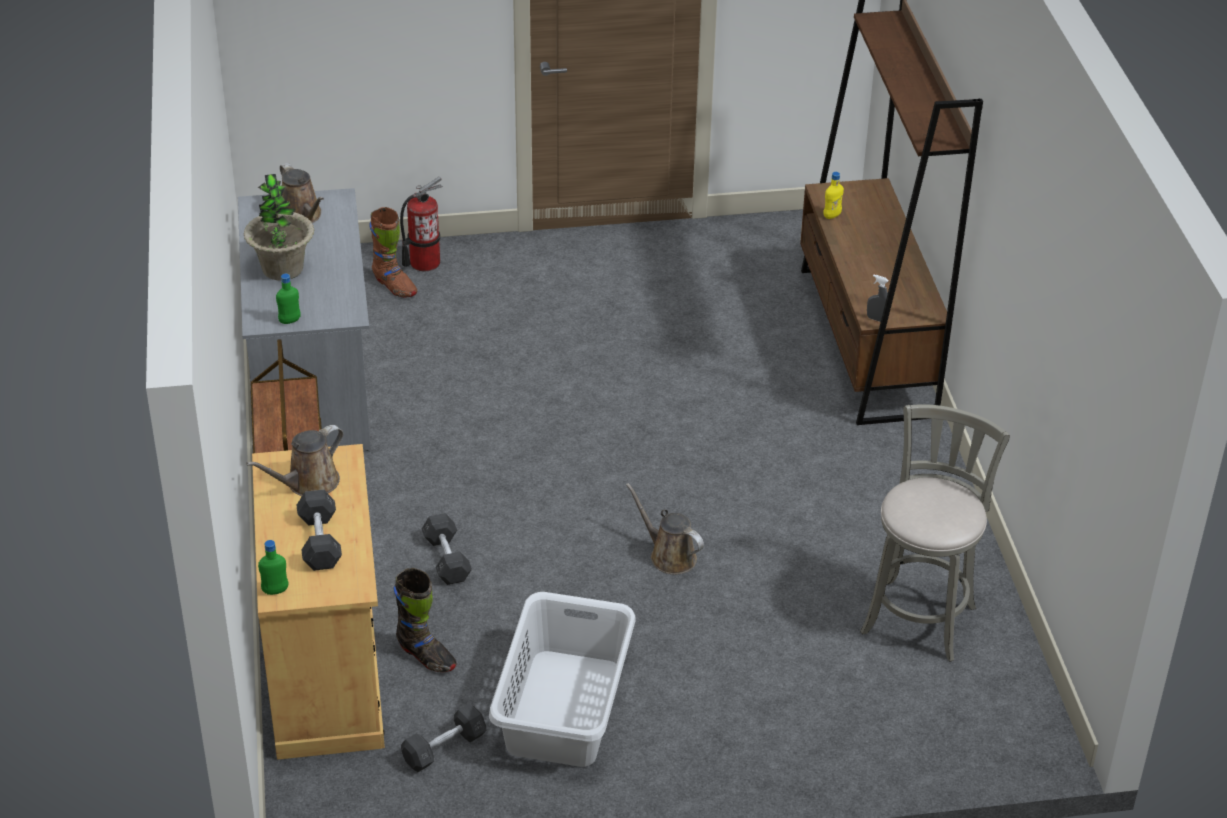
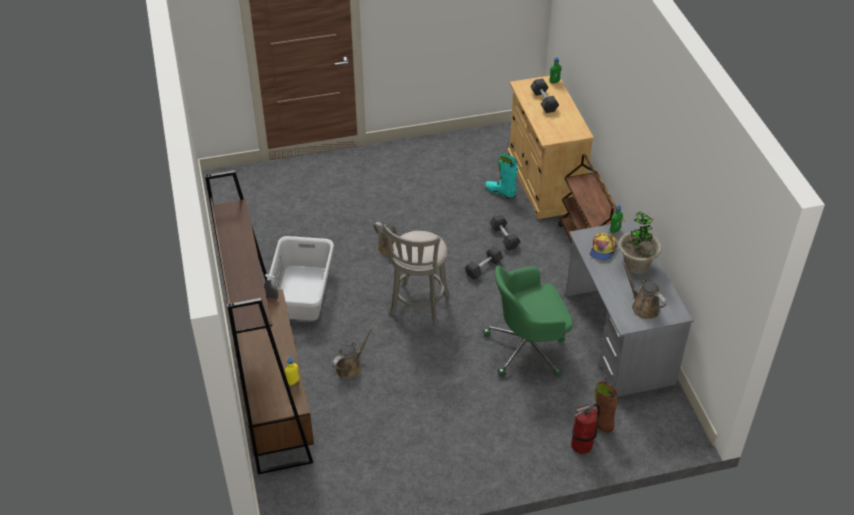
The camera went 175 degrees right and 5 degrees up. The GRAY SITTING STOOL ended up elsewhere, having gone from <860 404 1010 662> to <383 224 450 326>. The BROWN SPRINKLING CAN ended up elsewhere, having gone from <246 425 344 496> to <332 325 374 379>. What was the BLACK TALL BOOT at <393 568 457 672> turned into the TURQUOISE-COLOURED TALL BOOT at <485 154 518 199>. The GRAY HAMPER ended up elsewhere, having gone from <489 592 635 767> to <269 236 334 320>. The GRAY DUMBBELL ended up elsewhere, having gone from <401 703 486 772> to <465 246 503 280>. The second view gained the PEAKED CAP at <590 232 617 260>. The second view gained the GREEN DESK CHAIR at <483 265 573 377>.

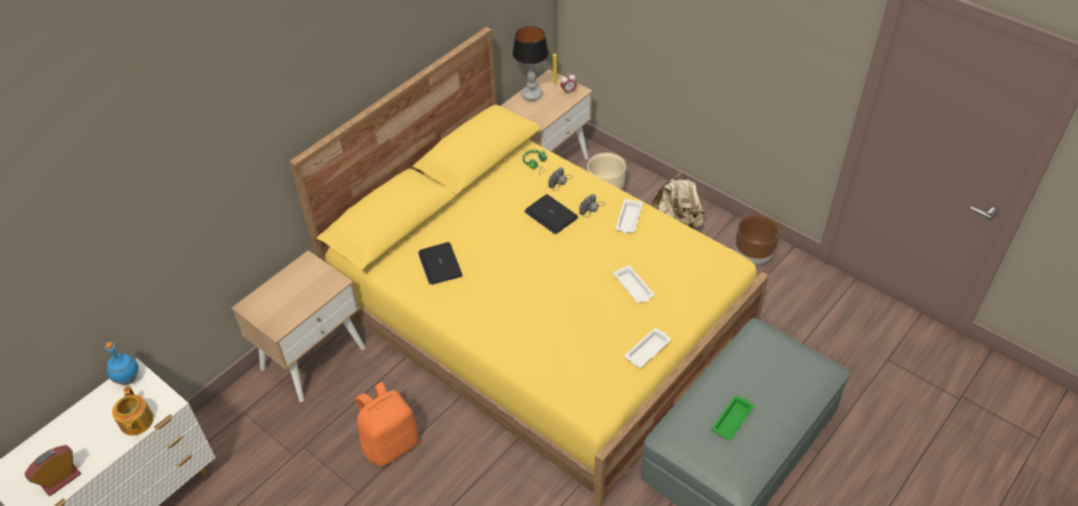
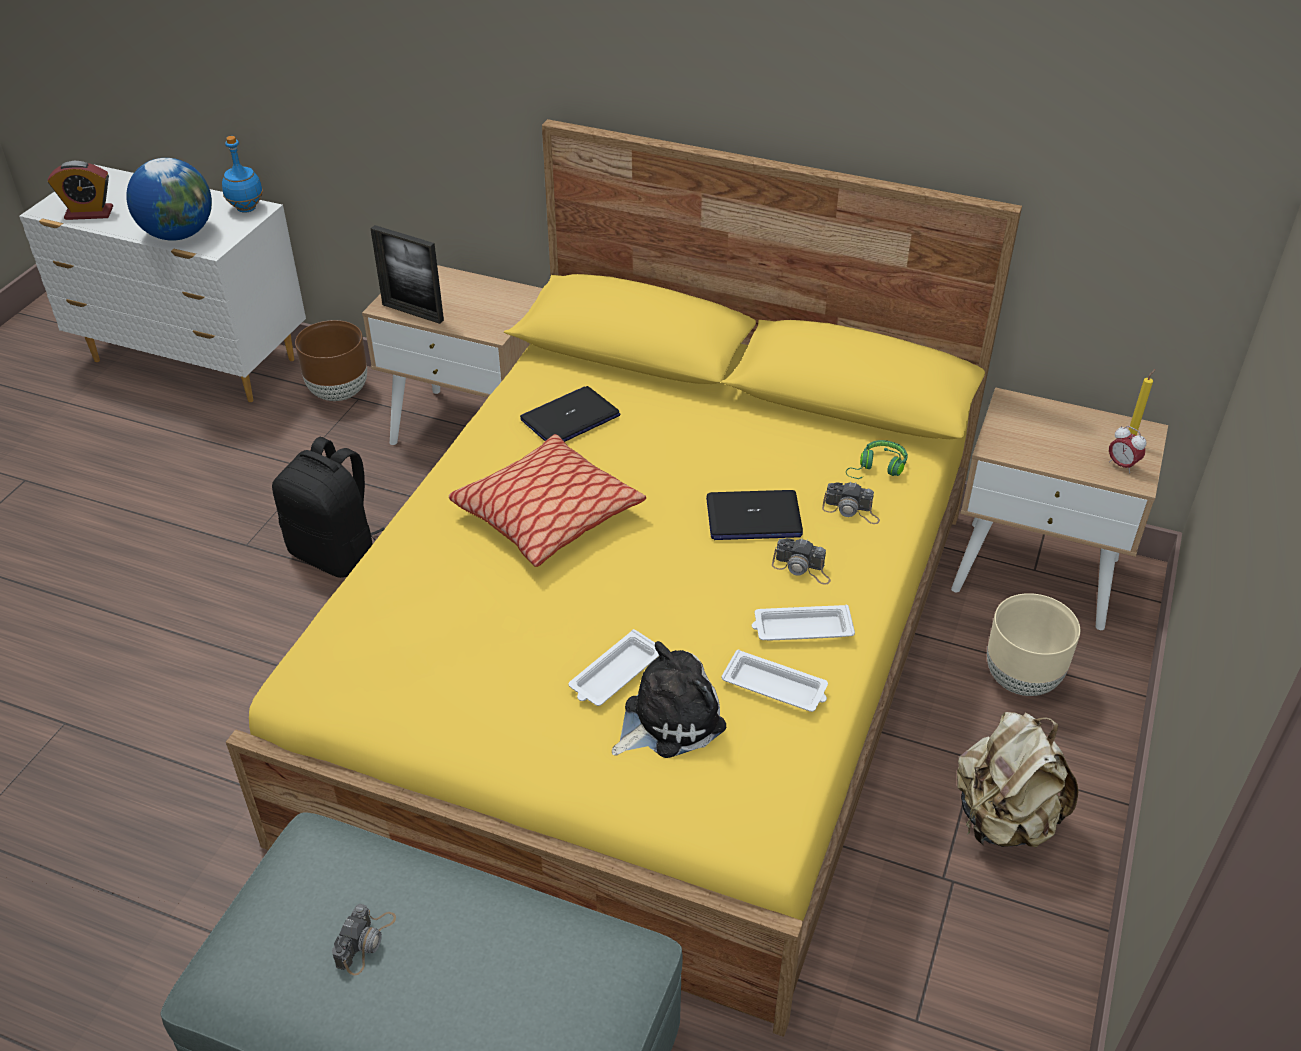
The camera went 70 degrees right and 5 degrees down. The second view lost the LAMP FOR A TABLE at <512 26 549 101>. The PORTABLE COMPUTER at <525 194 578 234> ended up facing another way, 120 degrees counterclockwise from before. The BROWN PLANTER ended up elsewhere, having gone from <735 215 780 265> to <295 320 367 401>. The WHITE SERVING TRAY ended up elsewhere, having gone from <624 328 671 368> to <721 650 828 712>. What was the ORANGEY BACKPACK at <356 382 419 467> turned into the BLACK BACKPACK at <272 437 384 578>. Where the POT FOR TEA stood at <112 386 154 436>, the GLOBE came to stand at <126 158 212 240>. Where the GREEN SERVING TRAY stood at <712 396 754 440>, the STILL CAMERA came to stand at <332 904 396 975>. The ALARM CLOCK at <25 445 81 496> ended up facing another way, 150 degrees clockwise from before. The second view gained the PHOTO FRAME at <370 225 444 324>. The second view gained the CUSHION at <449 434 646 567>. The second view gained the CUDDLY TOY at <612 641 726 758>.

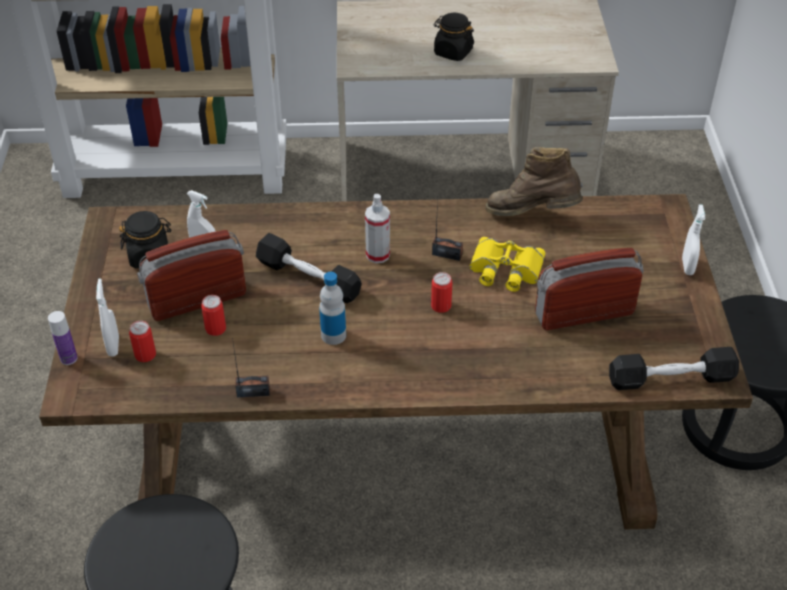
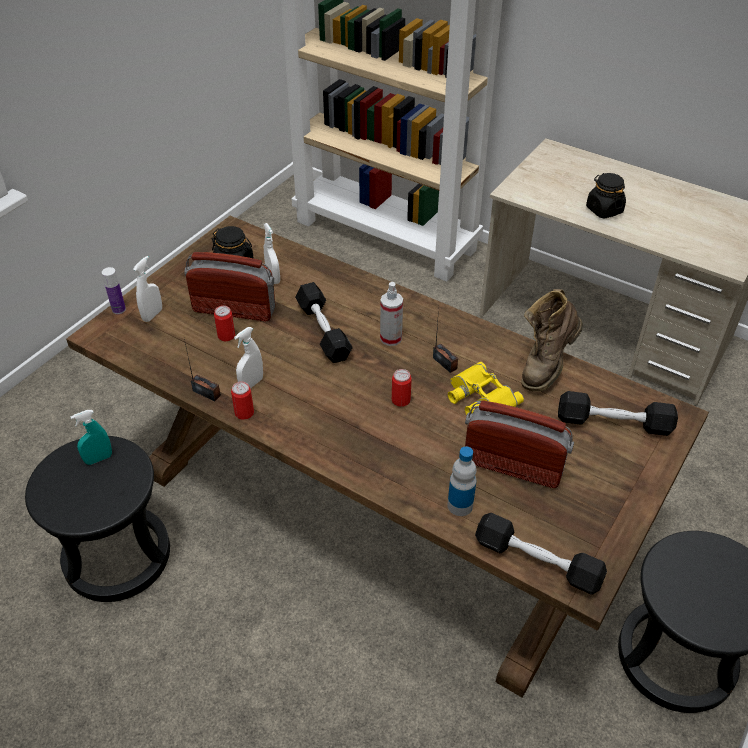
The camera went 35 degrees right and 0 degrees up. The BROWN TALL BOOT at <485 147 583 216> ended up facing another way, 105 degrees counterclockwise from before. The WHITE SPRAY BOTTLE ended up elsewhere, having gone from <682 204 705 275> to <234 327 263 388>. The BOTTLE ended up elsewhere, having gone from <319 272 346 345> to <447 446 477 516>. The CAN ended up elsewhere, having gone from <129 321 156 362> to <231 382 254 420>. The second view gained the BLACK DUMBBELL at <558 391 678 436>. The second view gained the TURQUOISE-COLOURED SPRAY BOTTLE at <70 410 112 465>.

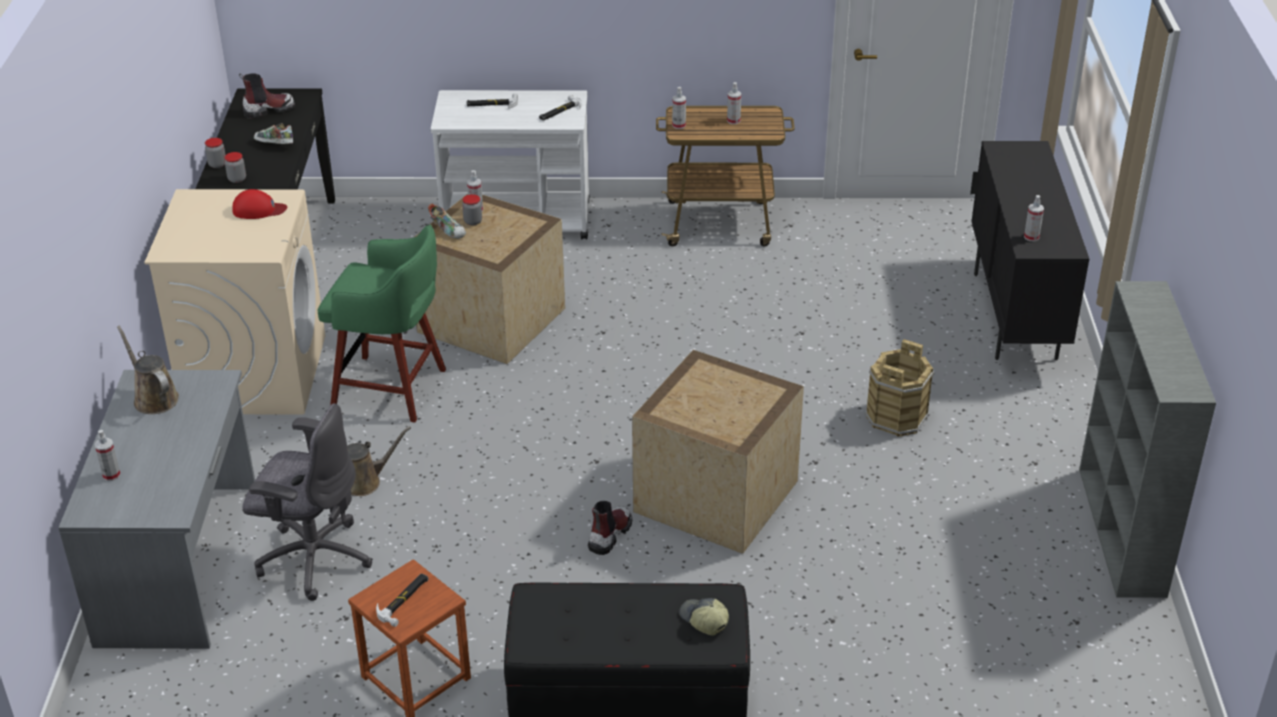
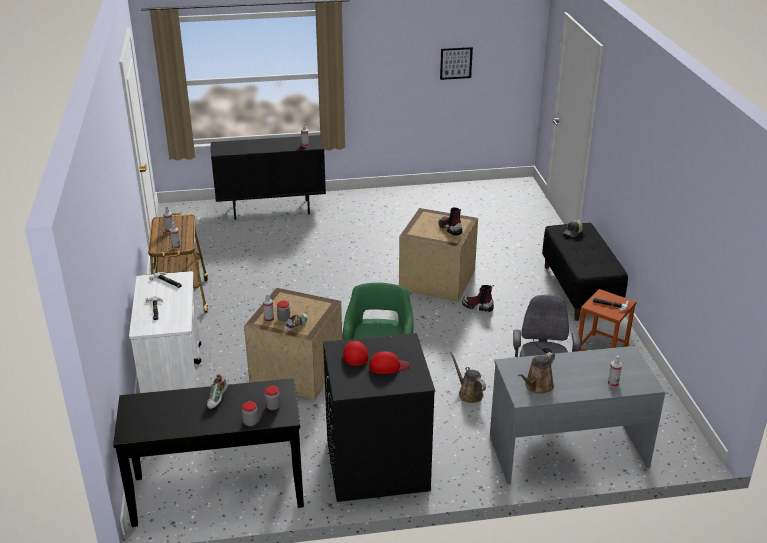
The camera went 100 degrees left and 5 degrees down. The TALL BOOT ended up elsewhere, having gone from <239 73 295 119> to <438 207 463 236>. What was the BEIGE-COLOURED WASHING MACHINE at <144 189 326 415> turned into the BLACK WASHING MACHINE at <323 333 435 502>. The second view lost the GRAY BOOKSHELF at <1079 281 1216 598>. The second view lost the BROWN PAIL at <865 339 934 437>. The second view gained the PICTURE at <440 47 473 80>. The second view gained the RED PEAKED CAP at <369 351 409 374>.

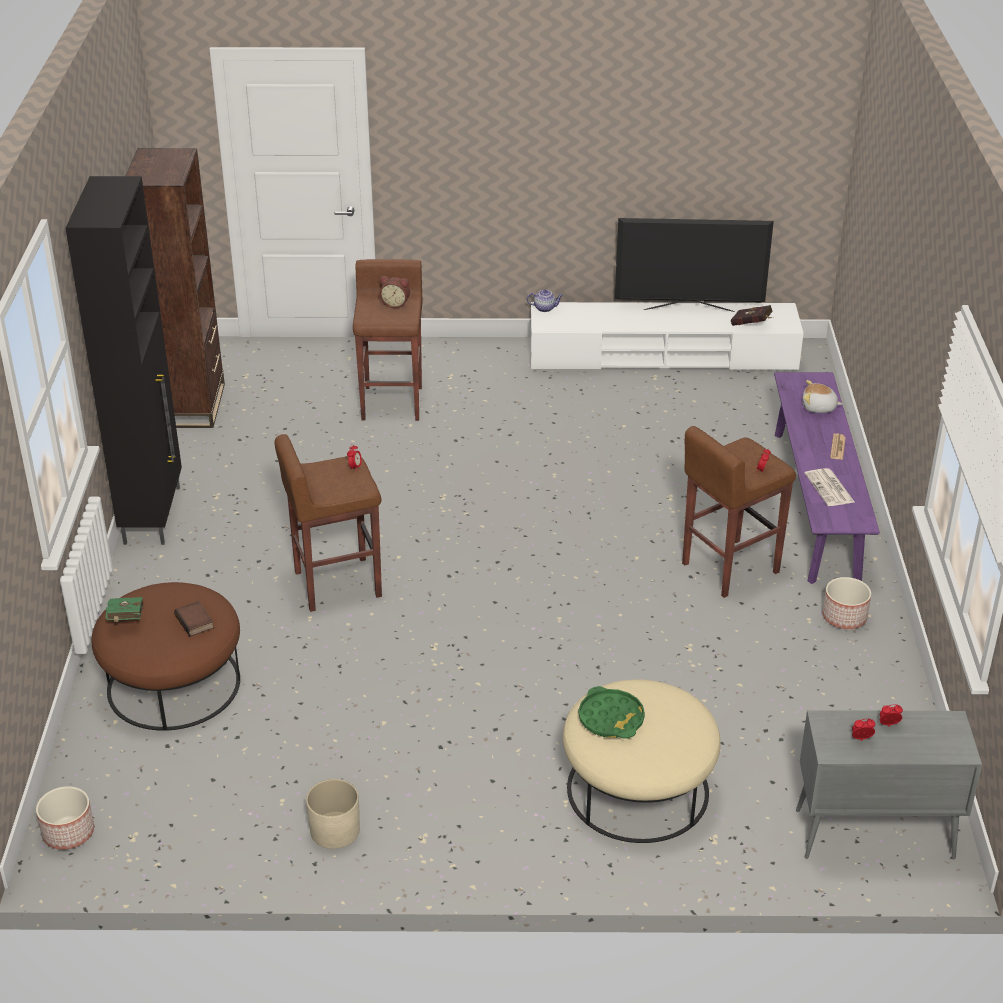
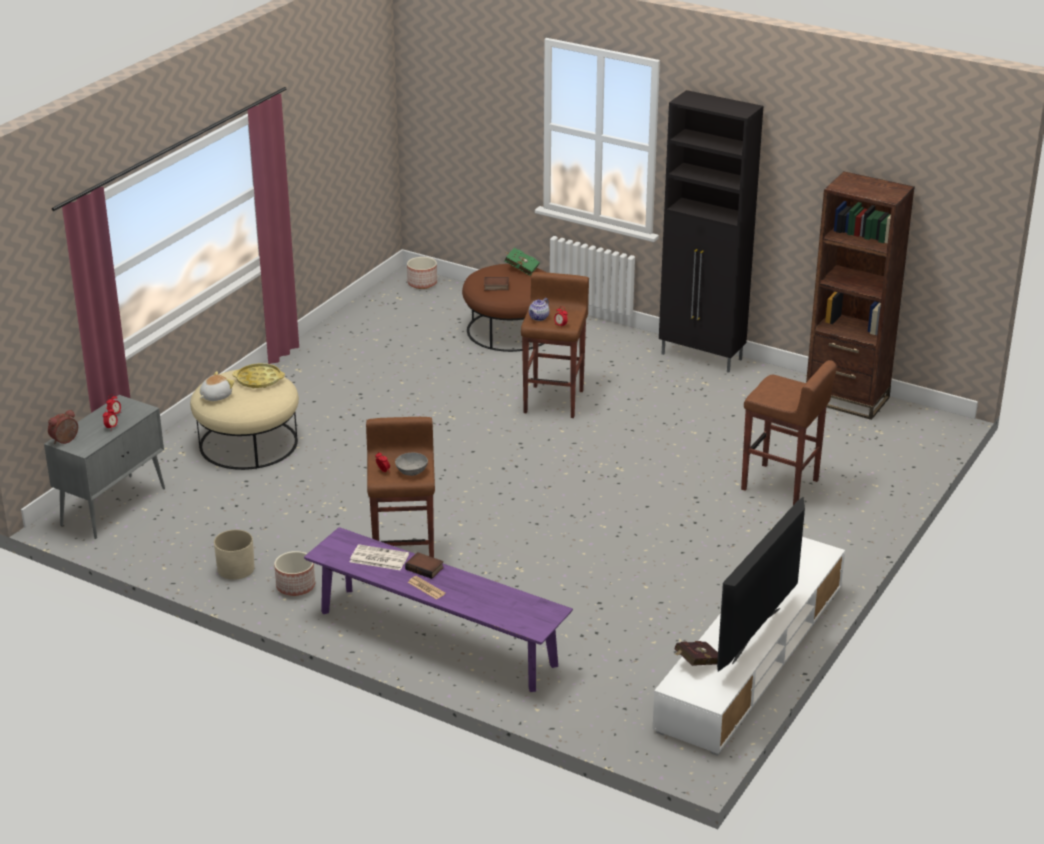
The camera went 120 degrees right and 5 degrees down. The ALARM CLOCK ended up elsewhere, having gone from <380 276 410 308> to <48 410 78 444>. The POT FOR TEA ended up elsewhere, having gone from <527 289 563 312> to <529 298 550 321>. The CUDDLY TOY ended up elsewhere, having gone from <803 380 842 413> to <200 371 235 401>. What was the GREEN SERVING TRAY at <578 686 645 739> turned into the YELLOW-COLOURED SERVING TRAY at <232 363 285 388>. The BEIGE-COLOURED PLANTER ended up elsewhere, having gone from <306 779 360 849> to <214 530 255 580>. The second view gained the GRAY DEEP DISH at <395 453 428 476>. The second view gained the VOLUME at <405 552 444 579>.

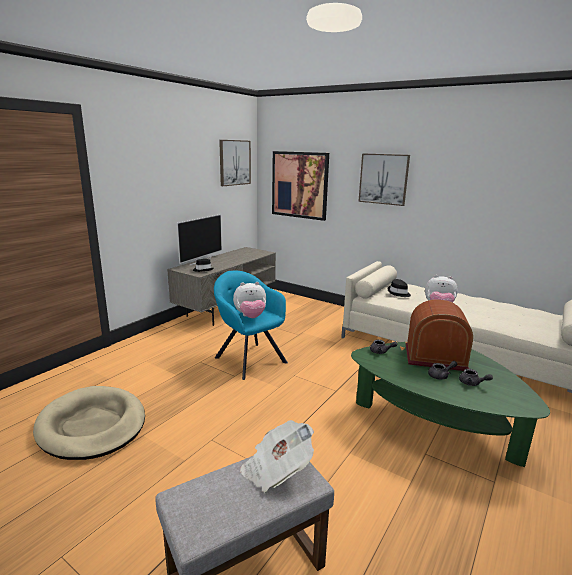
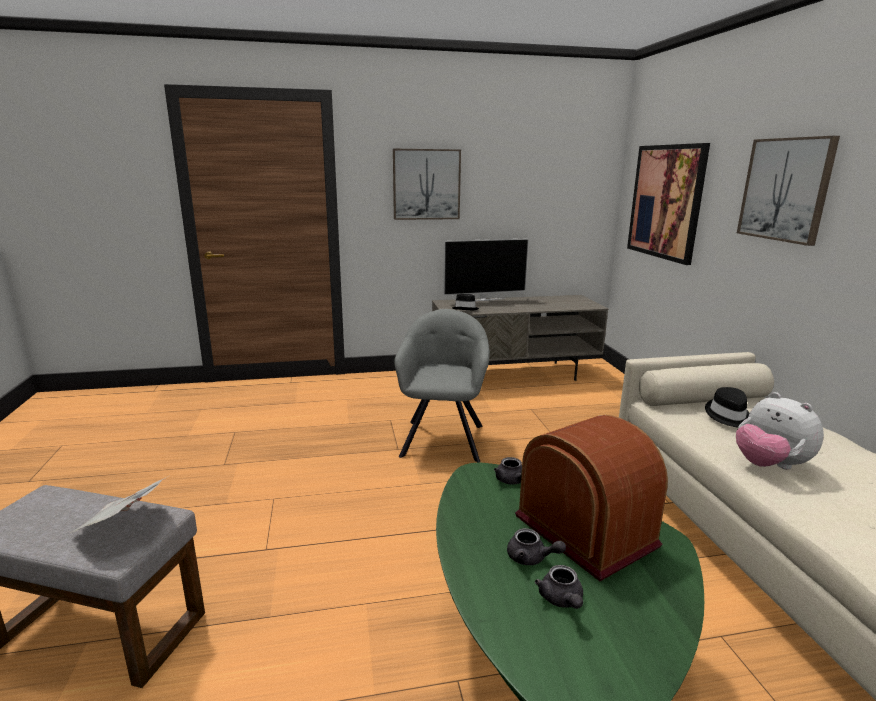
The camera went 45 degrees right and 0 degrees up. The PICTURE ended up elsewhere, having gone from <219 140 251 186> to <393 149 461 220>. What was the TURQUOISE-COLOURED ARMCHAIR at <214 271 288 380> turned into the GRAY ARMCHAIR at <394 309 490 463>. The second view lost the CUDDLY TOY at <233 282 266 318>. The second view lost the BEIGE-COLOURED PET BED at <33 386 145 460>.

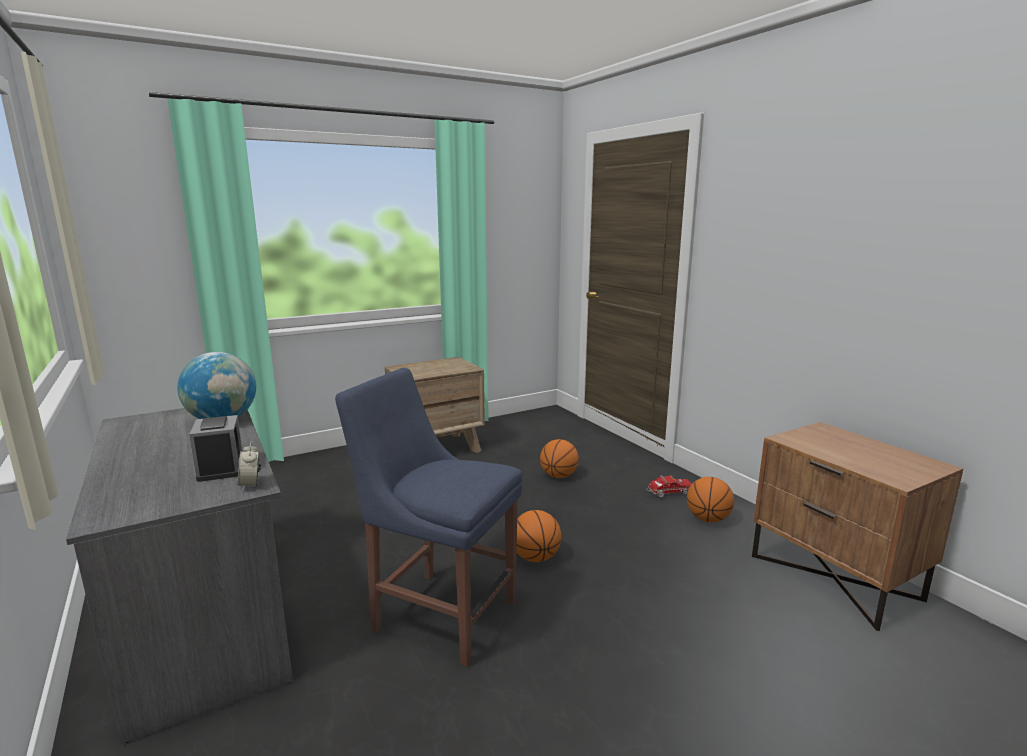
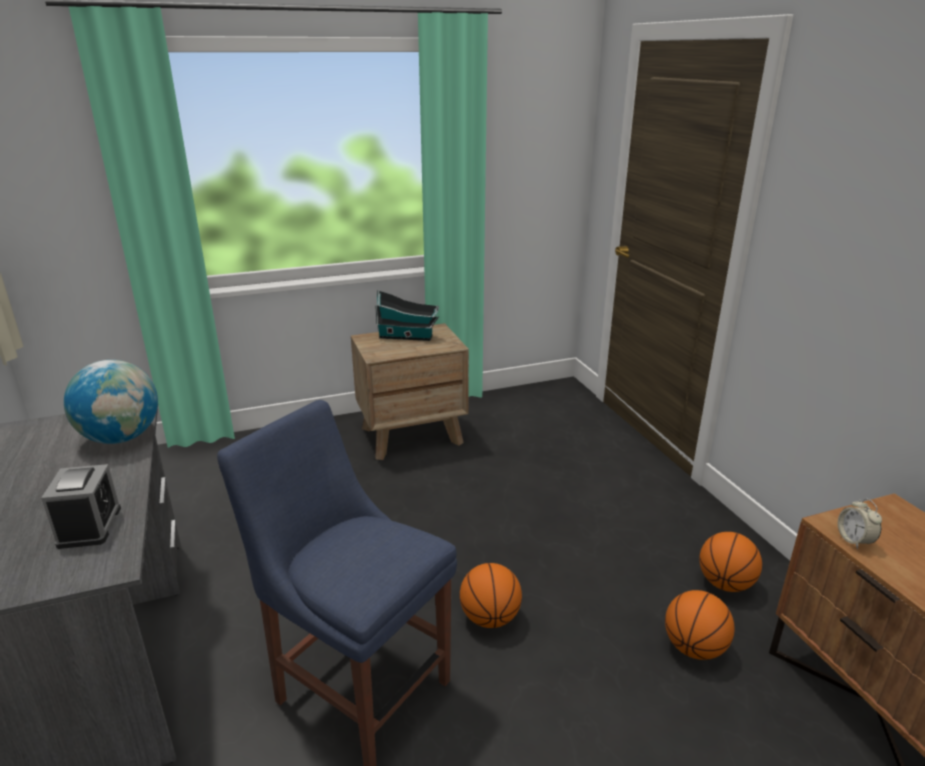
The camera went 10 degrees right and 10 degrees up. The BASKETBALL ended up elsewhere, having gone from <540 439 579 478> to <665 590 735 660>. The ALARM CLOCK ended up elsewhere, having gone from <238 441 261 490> to <838 498 882 549>. The second view lost the MODEL TRUCK at <646 475 692 497>. The second view gained the TOY HOUSE at <375 290 439 341>.

